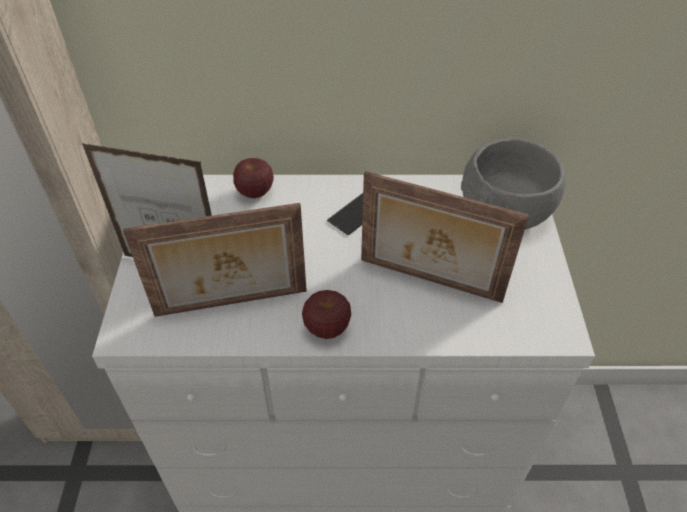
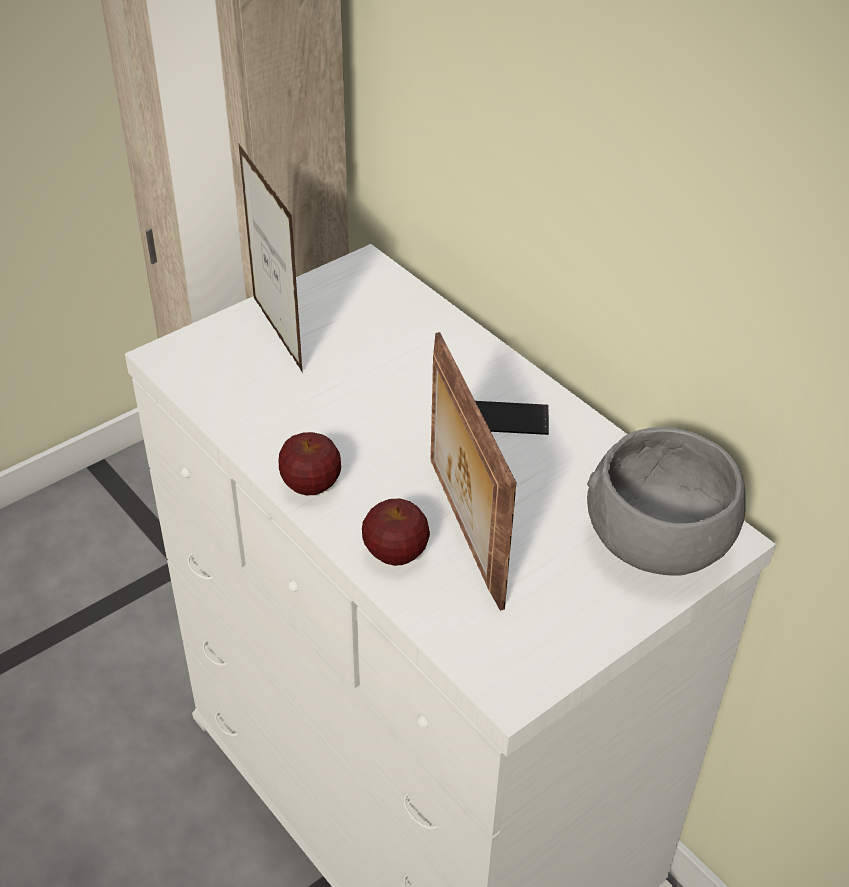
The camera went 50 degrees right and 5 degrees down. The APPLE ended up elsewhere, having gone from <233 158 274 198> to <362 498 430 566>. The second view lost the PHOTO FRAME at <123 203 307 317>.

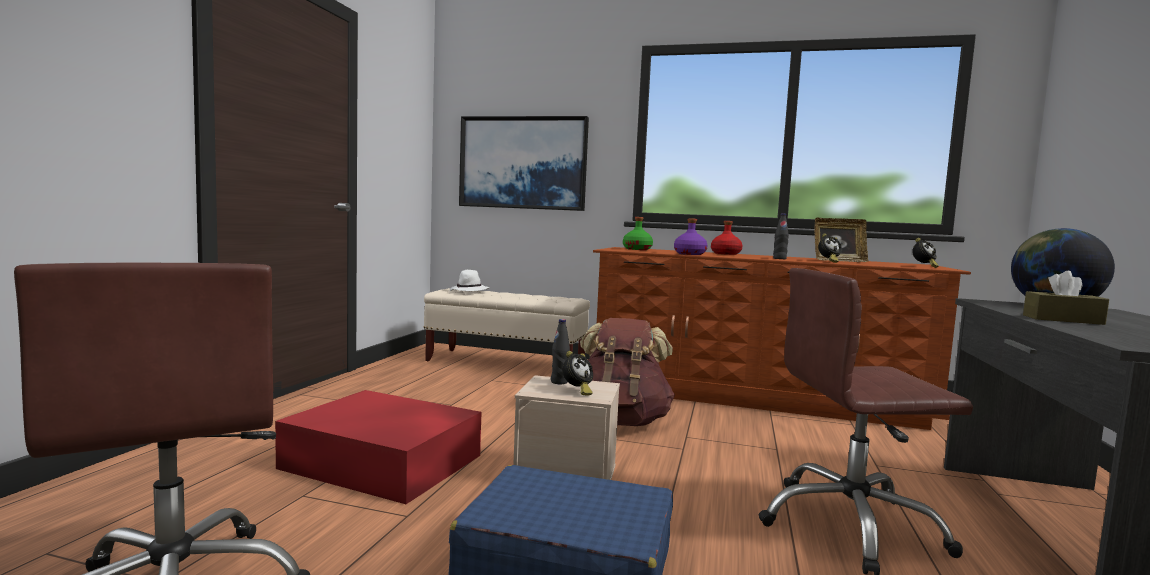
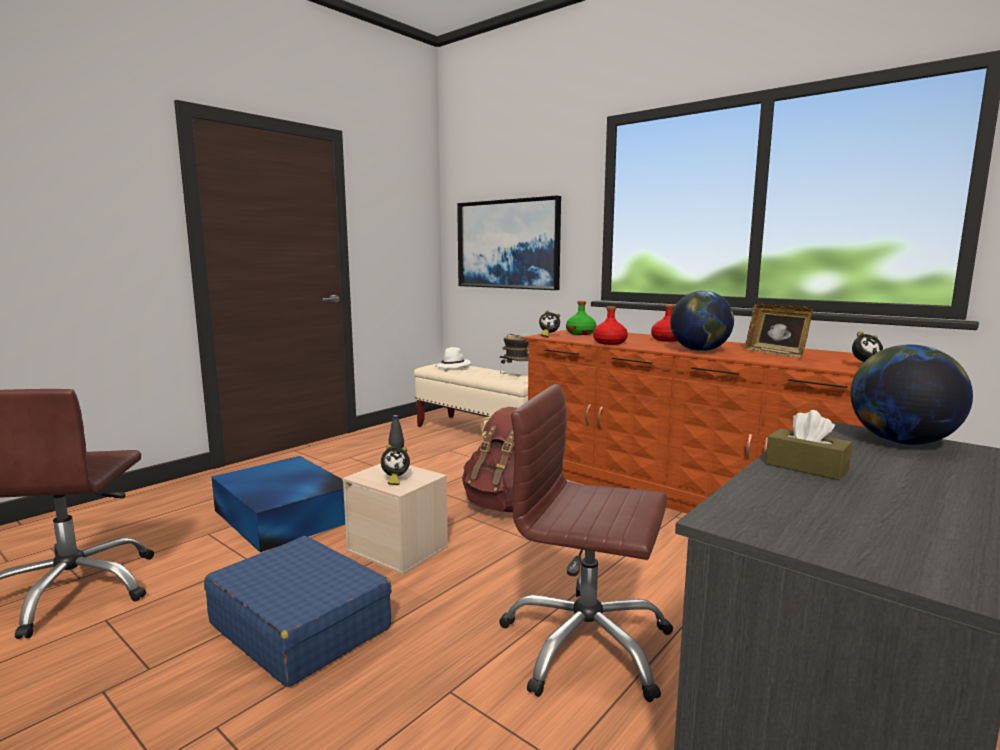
The camera went 25 degrees right and 5 degrees up. Where the BLACK BOTTLE stood at <773 213 789 259>, the GLOBE came to stand at <670 291 734 351>. What was the PURPLE BOTTLE at <674 218 707 255> turned into the RED BOTTLE at <593 306 628 345>. The PHOTO FRAME at <815 218 869 262> ended up facing another way, 45 degrees clockwise from before. The ALARM CLOCK ended up elsewhere, having gone from <818 234 842 263> to <539 310 560 337>. What was the RED STORAGE BIN at <275 390 481 504> turned into the BLUE STORAGE BIN at <212 456 345 552>. The second view gained the HAT at <500 334 529 373>.

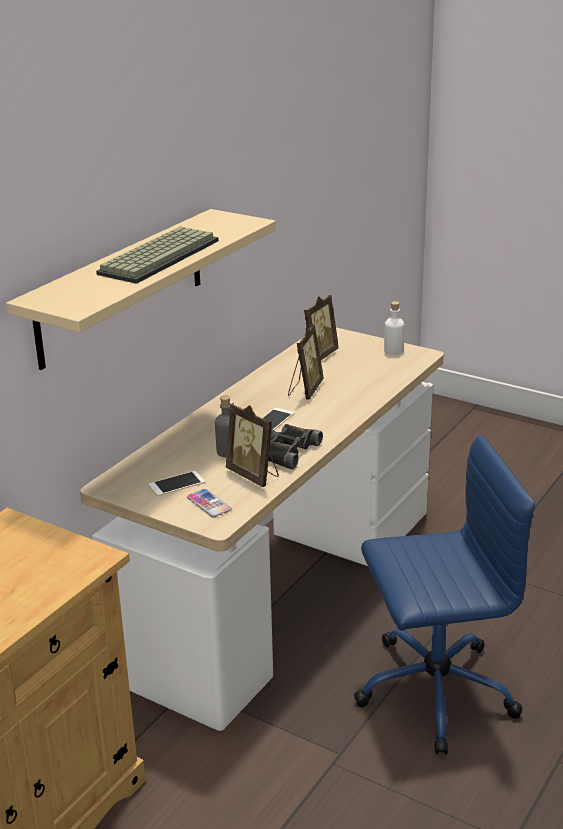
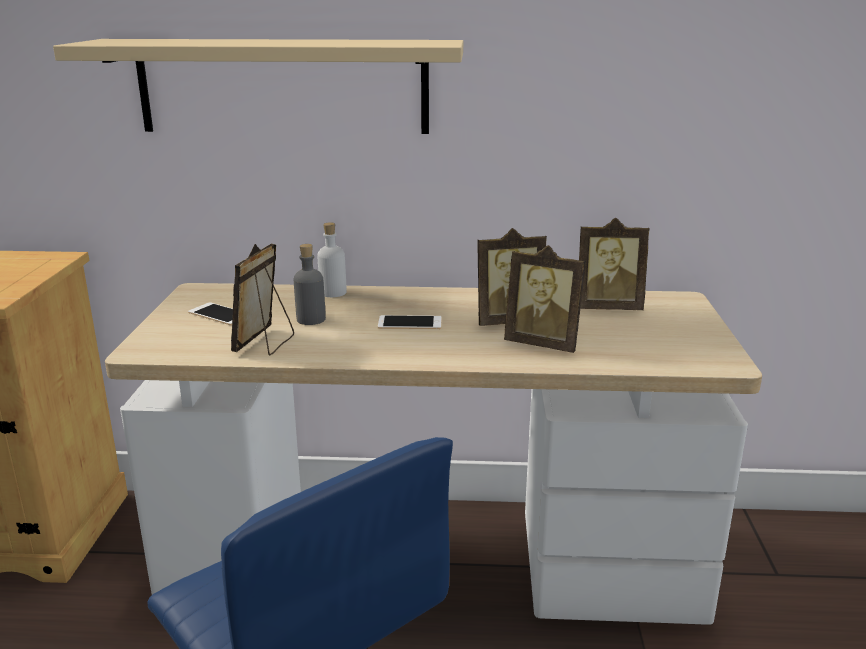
The camera went 60 degrees right and 5 degrees down. The second view lost the KEYBOARD at <96 227 219 284>. The WHITE BOTTLE ended up elsewhere, having gone from <384 301 404 355> to <317 222 347 297>. The second view lost the BLACK FIELD GLASSES at <268 424 323 469>. The second view lost the HANDSET at <187 489 232 517>. The second view gained the PHOTO FRAME at <504 245 586 353>.

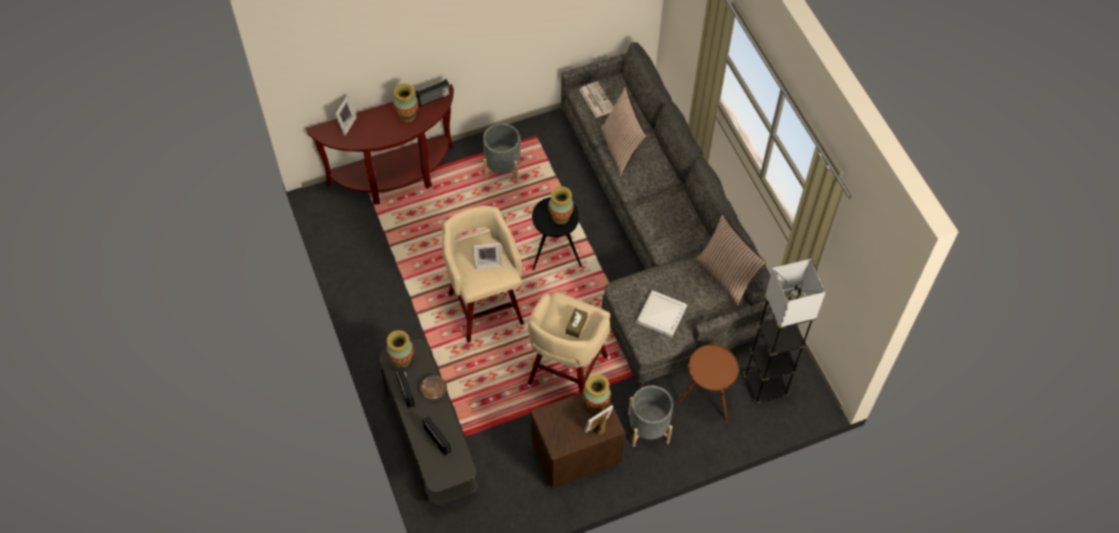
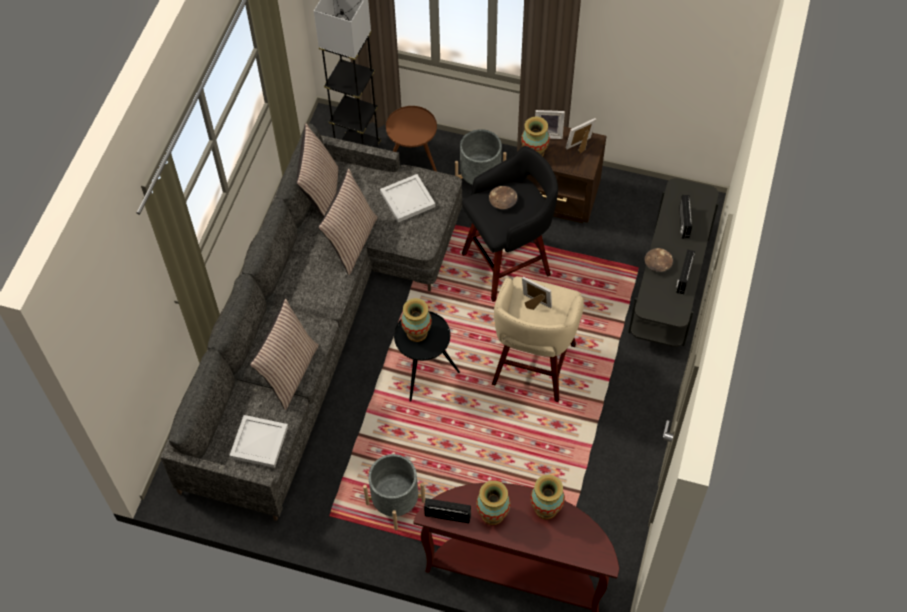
The camera went 140 degrees left and 0 degrees up. Where the NEWSPAPER stood at <579 82 613 118>, the WHITE SERVING TRAY came to stand at <229 415 288 468>. The PHOTO FRAME ended up elsewhere, having gone from <335 95 357 136> to <566 118 596 153>. What was the BEIGE-COLOURED SITTING STOOL at <528 292 610 393> turned into the BLACK SITTING STOOL at <462 146 558 302>. Where the BROWN TISSUE BOX stood at <566 308 588 338>, the BROWN DEEP DISH came to stand at <489 186 517 209>. The VASE ended up elsewhere, having gone from <386 330 414 368> to <530 475 565 519>. The second view gained the CUSHION at <318 168 378 275>.

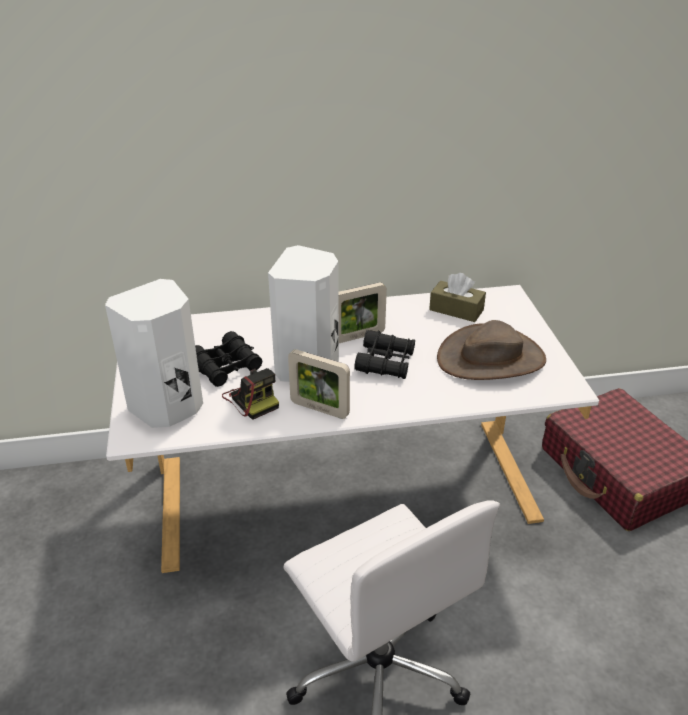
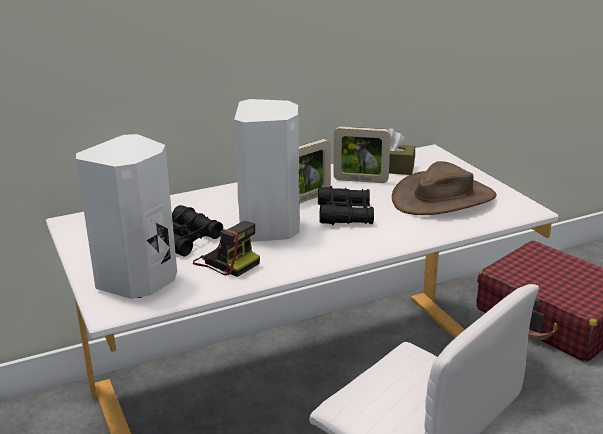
The camera went 15 degrees left and 10 degrees down. The PHOTO FRAME ended up elsewhere, having gone from <288 349 350 419> to <334 127 390 183>.

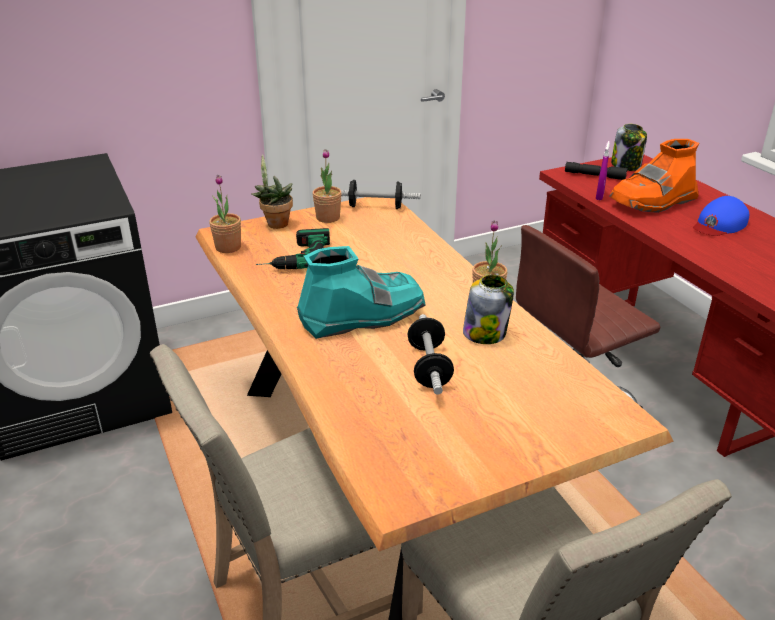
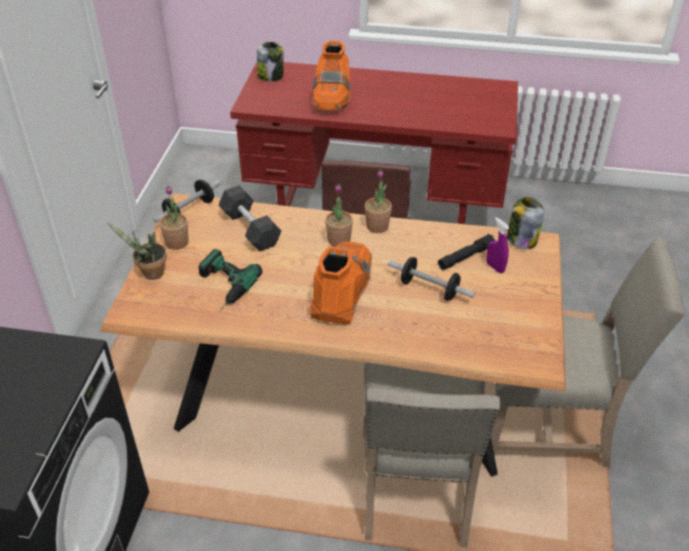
The camera went 55 degrees left and 10 degrees up. The PURPLE SPRAY BOTTLE ended up elsewhere, having gone from <596 141 610 200> to <486 217 509 273>. The BLACK TORCH ended up elsewhere, having gone from <565 162 628 180> to <438 234 495 270>. The PLANT IN A POT ended up elsewhere, having gone from <209 175 241 253> to <325 184 353 247>. The second view lost the BLUE PEAKED CAP at <693 196 749 236>. What was the TURQUOISE-COLOURED TALL BOOT at <297 246 426 339> turned into the ORANGEY TALL BOOT at <310 242 372 324>. The STORAGE JAR ended up elsewhere, having gone from <463 275 514 344> to <507 197 544 249>. The second view gained the BLACK DUMBBELL at <218 185 282 251>.

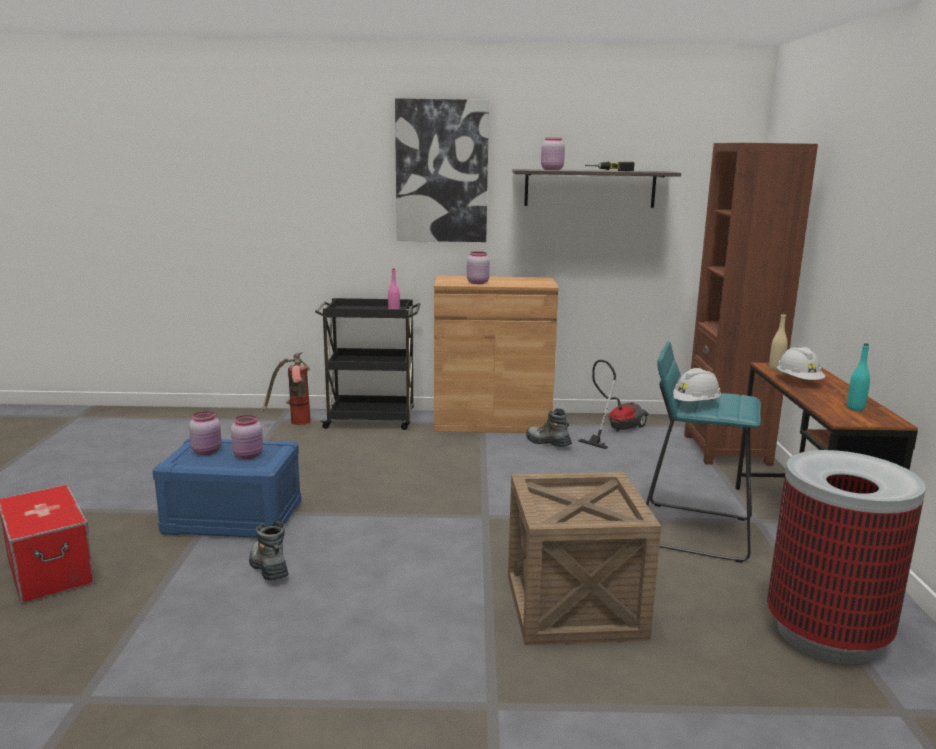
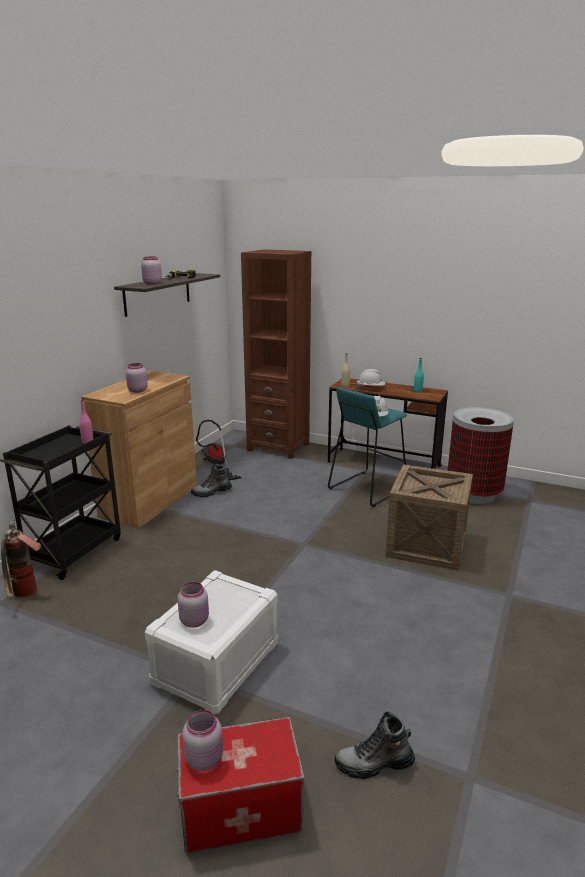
The camera went 65 degrees left and 5 degrees up. The second view lost the PICTURE at <395 98 489 242>. The PINK STORAGE JAR ended up elsewhere, having gone from <231 415 263 459> to <182 710 223 771>. What was the BLUE STORAGE BIN at <152 438 301 538> turned into the WHITE STORAGE BIN at <144 570 278 715>. The TALL BOOT ended up elsewhere, having gone from <249 521 289 581> to <335 711 415 779>.

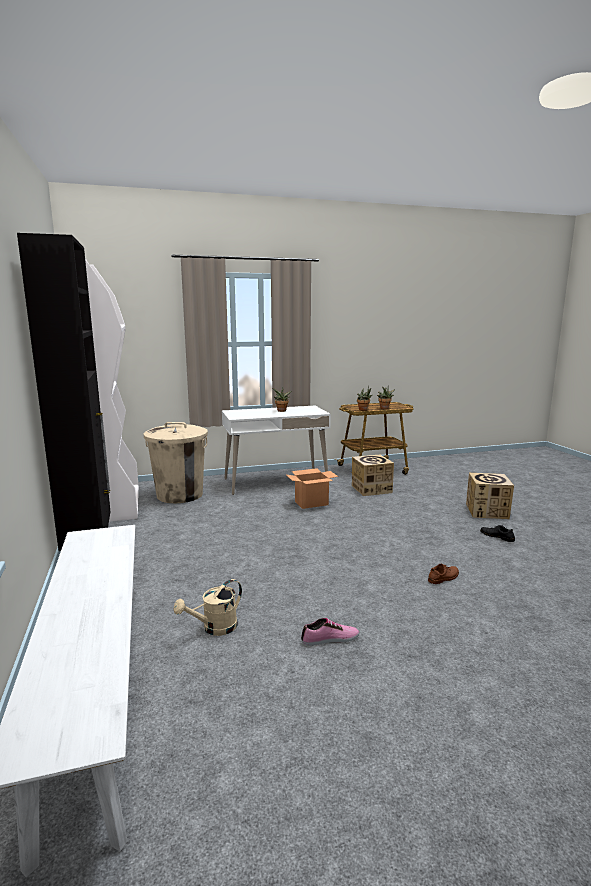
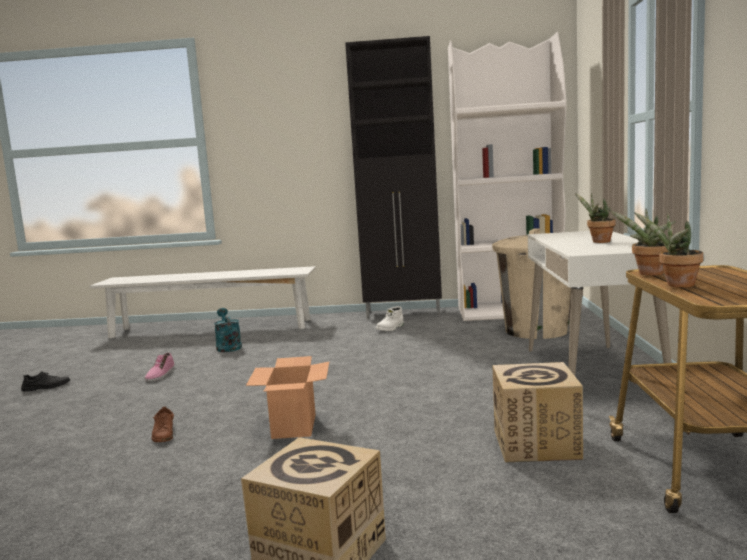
The camera went 110 degrees right and 5 degrees down. The CARTON ended up elsewhere, having gone from <286 468 338 509> to <246 356 329 439>. The BLACK SHOE ended up elsewhere, having gone from <480 525 515 542> to <21 371 70 392>. What was the BEIGE-COLOURED SPRINKLING CAN at <173 579 242 636> turned into the TURQUOISE-COLOURED SPRINKLING CAN at <214 308 242 352>. The second view gained the WHITE TALL BOOT at <376 306 404 331>.

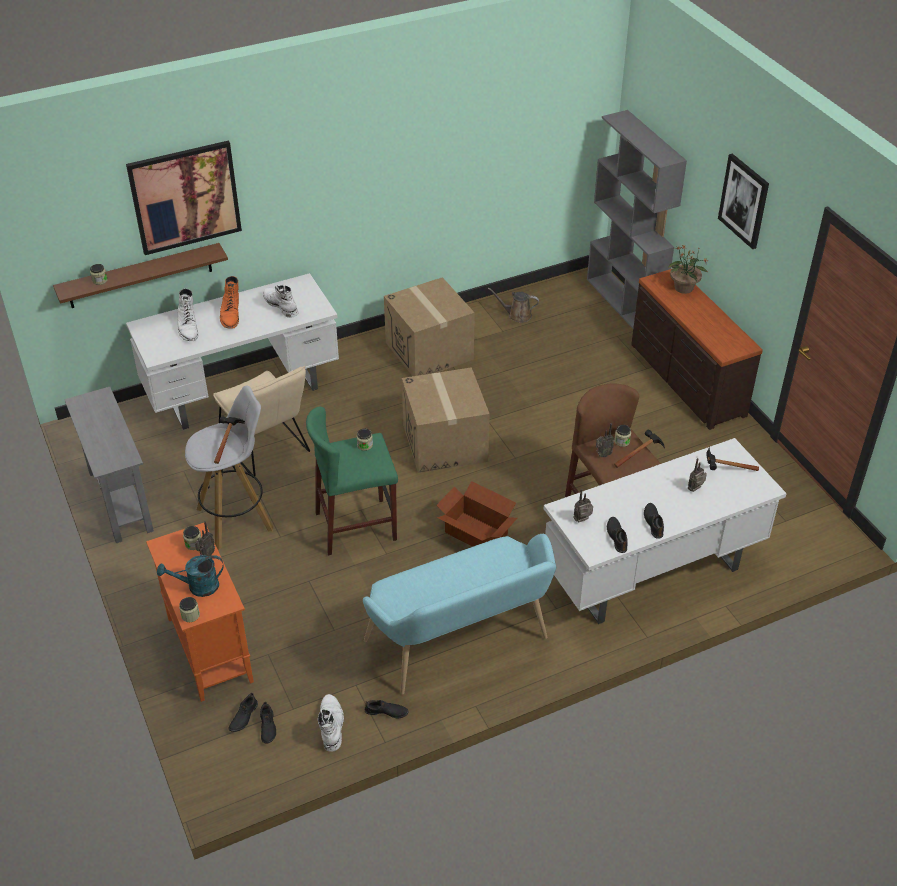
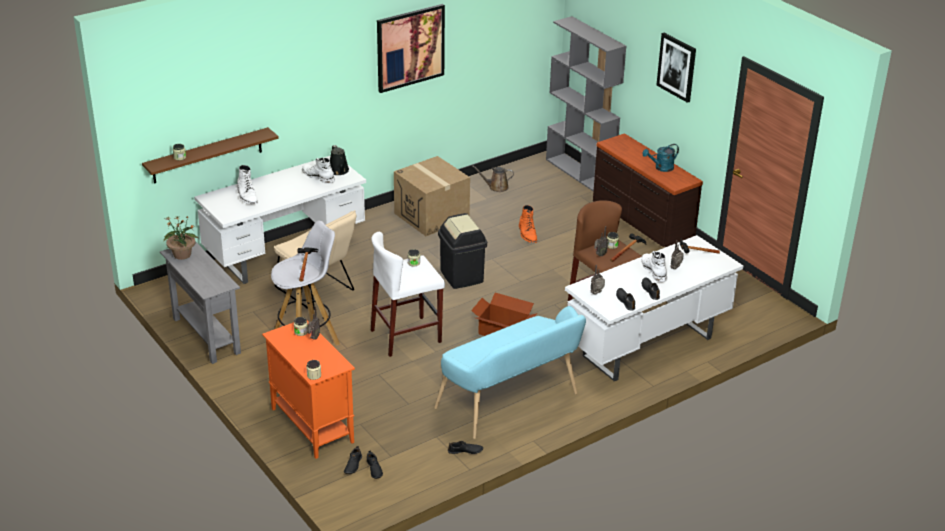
The camera went 10 degrees left and 10 degrees down. The PICTURE ended up elsewhere, having gone from <126 141 242 255> to <377 4 445 93>. The PLANT IN A POT ended up elsewhere, having gone from <668 245 708 294> to <164 216 198 260>. The ORANGEY TALL BOOT ended up elsewhere, having gone from <220 276 239 329> to <519 205 537 243>. Where the CARTON stood at <402 367 490 473>, the BLACK WASTE BIN came to stand at <438 213 487 289>. What was the GREEN SITTING STOOL at <306 407 398 555> turned into the WHITE SITTING STOOL at <371 232 445 357>. The TURQUOISE-COLOURED SPRINKLING CAN ended up elsewhere, having gone from <157 555 224 597> to <642 144 679 172>. The WHITE TALL BOOT ended up elsewhere, having gone from <318 694 344 752> to <641 251 667 282>. The second view gained the BLACK SPRINKLING CAN at <330 145 349 175>.

